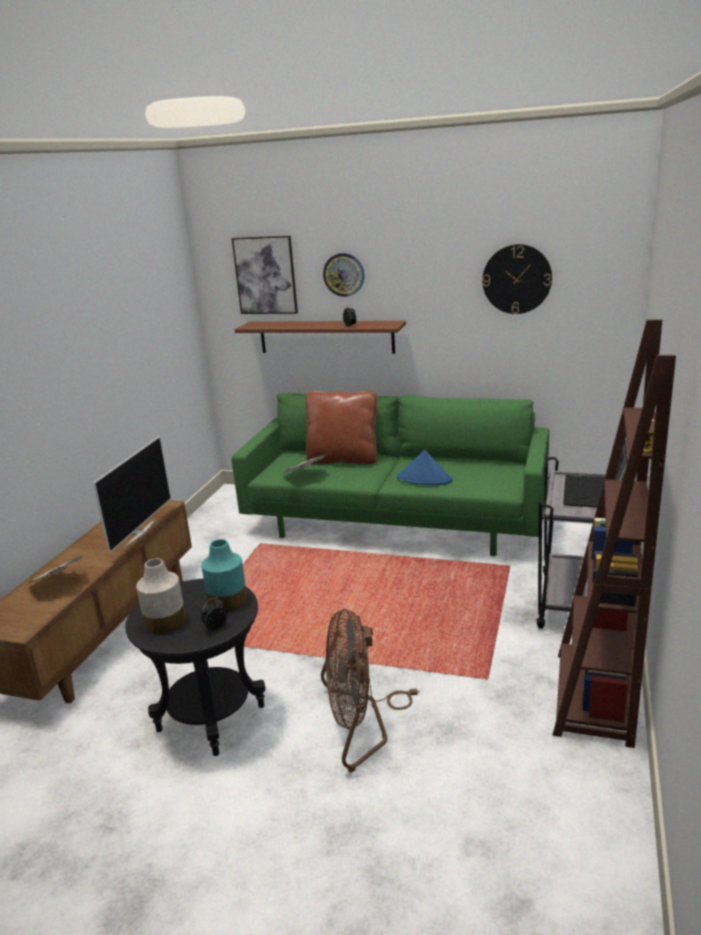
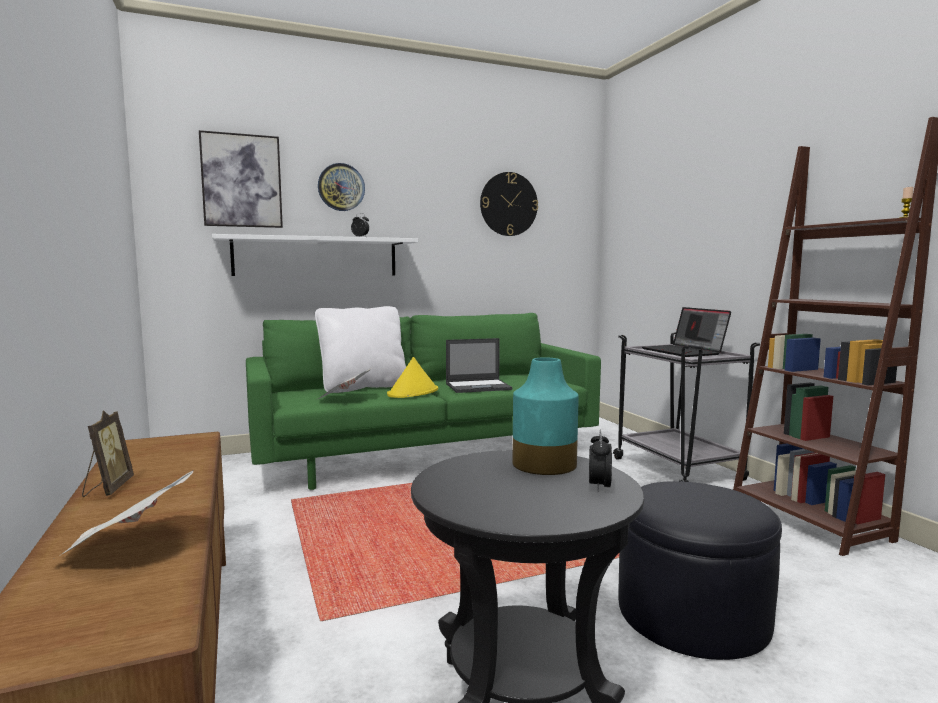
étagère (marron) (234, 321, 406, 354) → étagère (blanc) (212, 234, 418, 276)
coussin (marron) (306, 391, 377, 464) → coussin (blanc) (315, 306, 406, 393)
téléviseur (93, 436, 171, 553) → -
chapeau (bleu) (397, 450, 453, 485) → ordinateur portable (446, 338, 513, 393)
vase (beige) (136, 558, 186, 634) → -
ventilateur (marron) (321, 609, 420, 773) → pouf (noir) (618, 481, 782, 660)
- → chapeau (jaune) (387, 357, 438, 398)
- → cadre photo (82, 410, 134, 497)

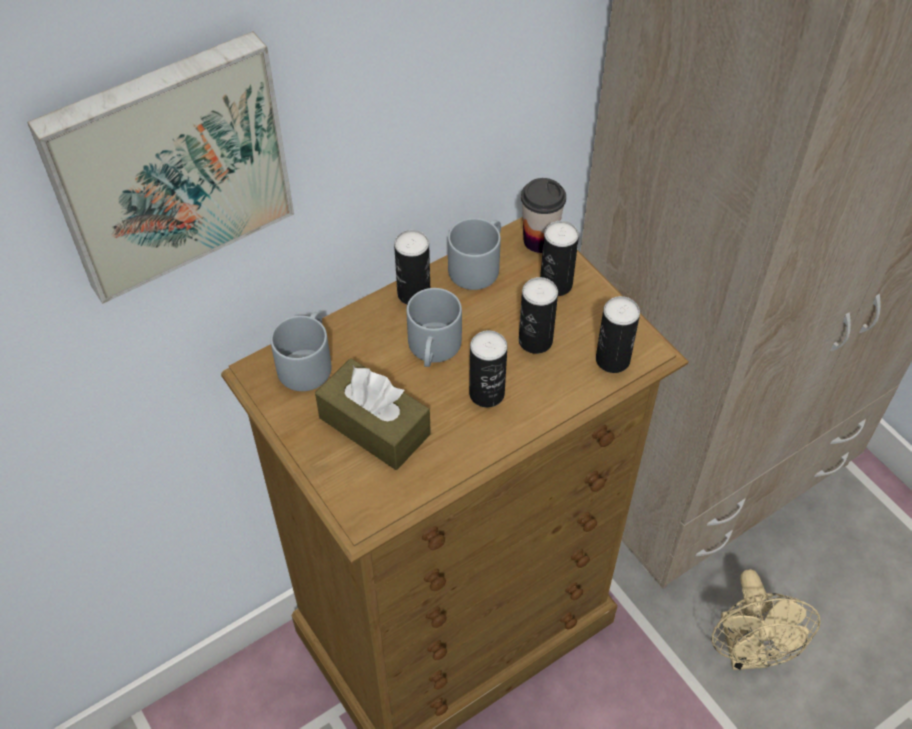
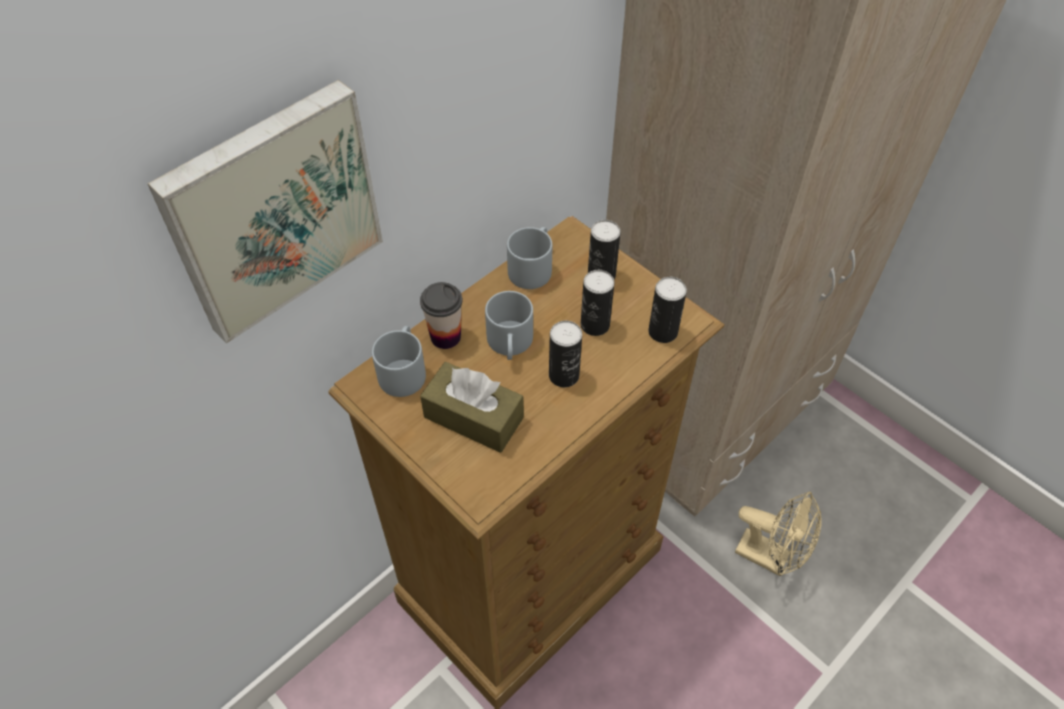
tasse (521, 178, 566, 253) → tasse (420, 282, 463, 349), moved
boîte métallique (394, 230, 430, 304) → -
ventilateur (beige) (711, 569, 821, 670) → ventilateur (beige) (735, 491, 821, 576), 45 degrees counterclockwise

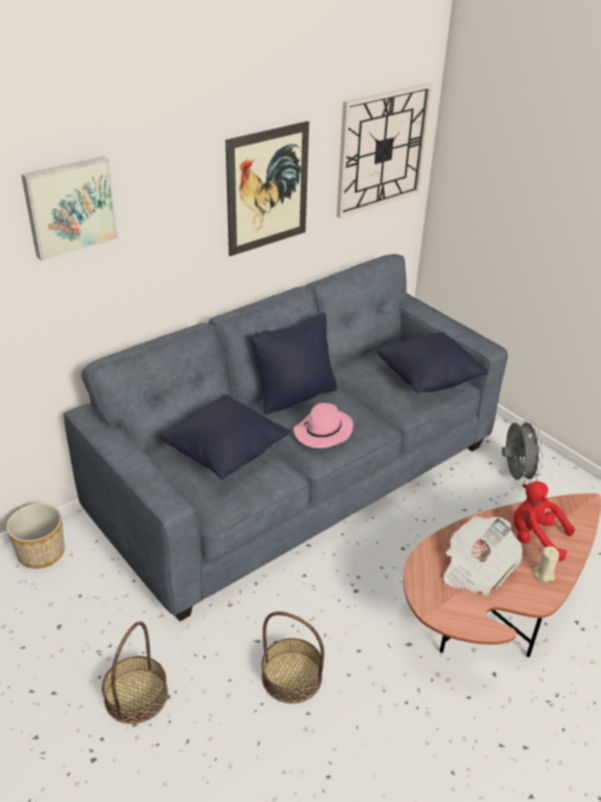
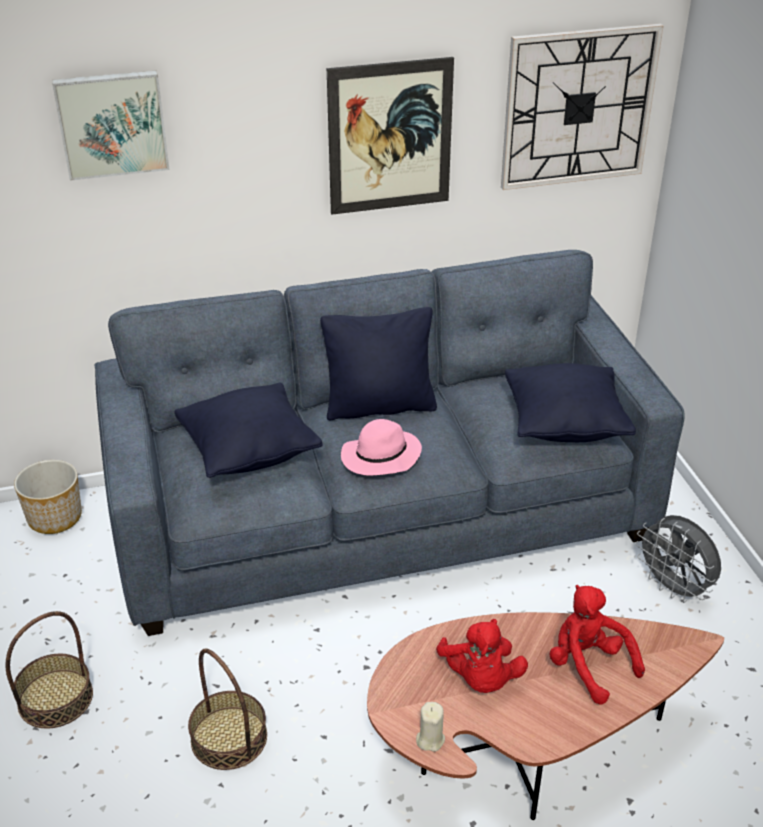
ventilateur (gris) (502, 419, 544, 483) → ventilateur (gris) (635, 515, 721, 603), 120 degrees clockwise
journal (444, 516, 523, 596) → peluche (rouge) (436, 619, 528, 693)
bougie (beige) (534, 546, 559, 582) → bougie (beige) (416, 702, 445, 752), moved

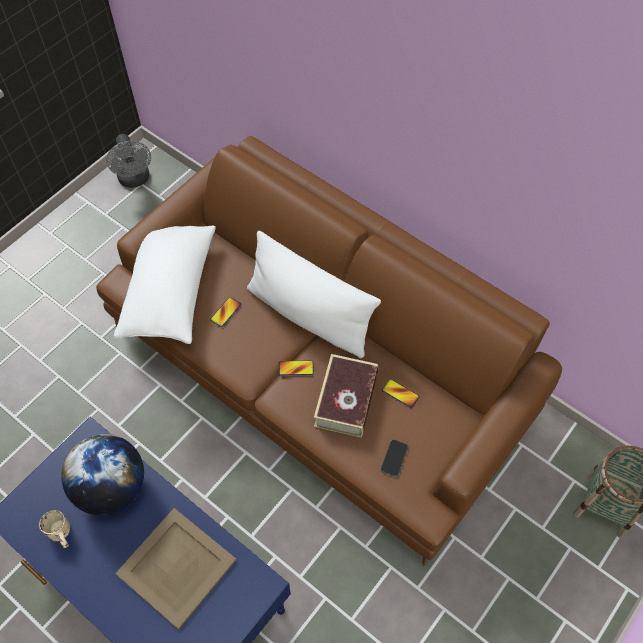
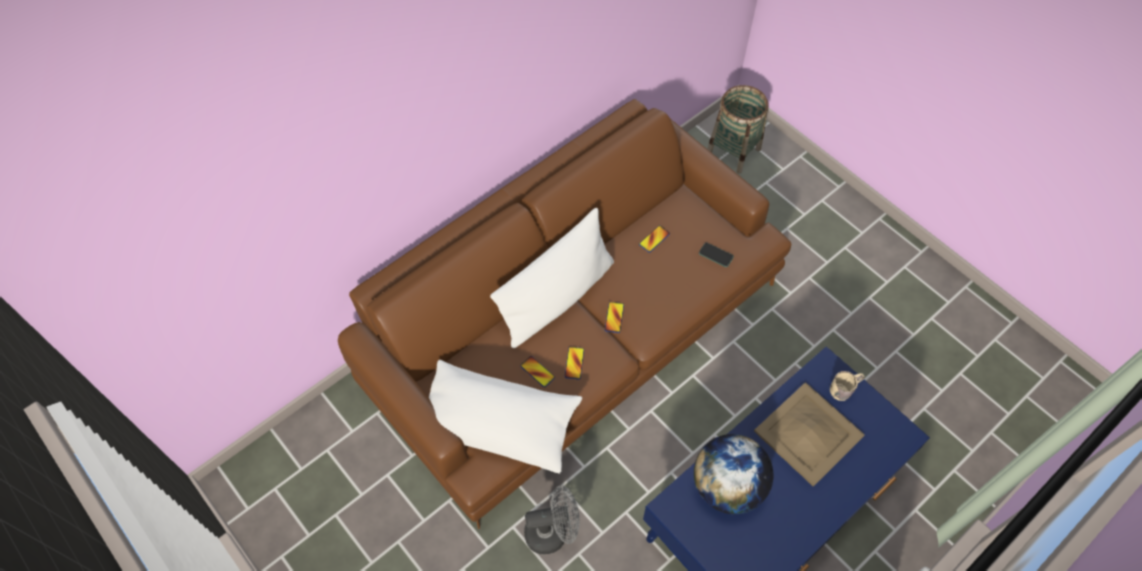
ventilateur (gris) (106, 134, 151, 188) → ventilateur (gris) (524, 485, 579, 554), moved
livre (314, 354, 378, 438) → -
mug (beige) (39, 510, 70, 548) → mug (beige) (830, 371, 865, 401), moved
- → téléphone (565, 347, 584, 379)

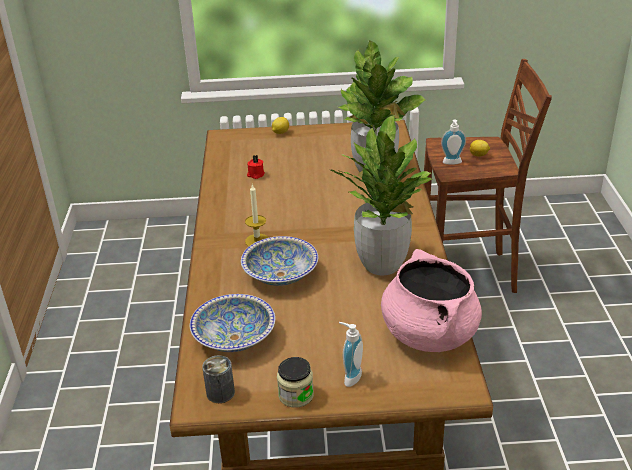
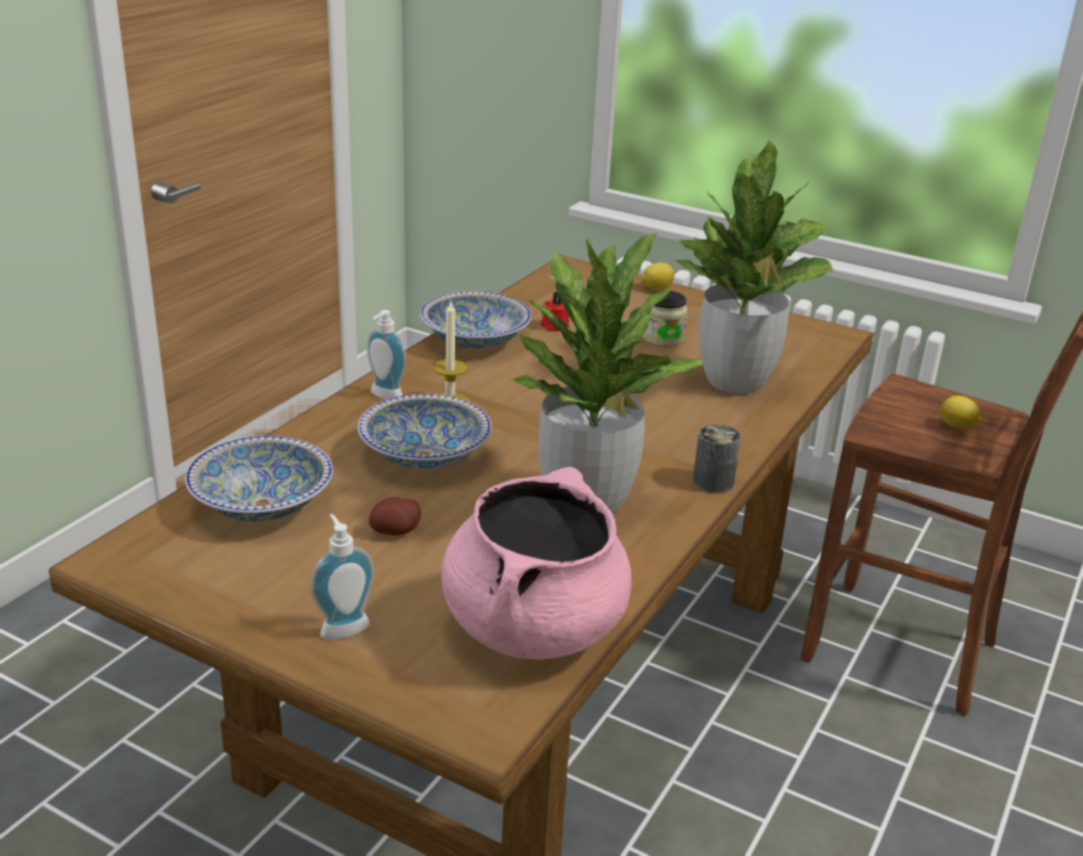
distributeur de savon (441, 120, 466, 165) → distributeur de savon (367, 310, 406, 400), moved
boîte métallique (202, 355, 235, 403) → boîte métallique (693, 424, 741, 493), moved
bocal (277, 357, 314, 408) → bocal (643, 290, 687, 346), moved
- → bol (420, 291, 531, 349)
- → pomme de terre (369, 497, 421, 536)

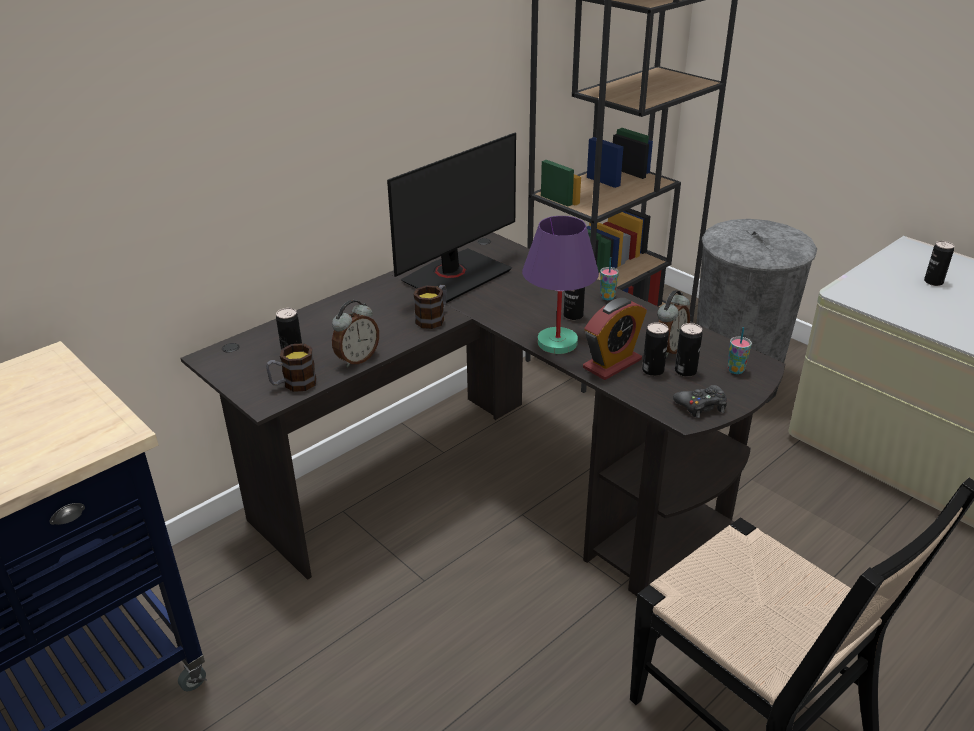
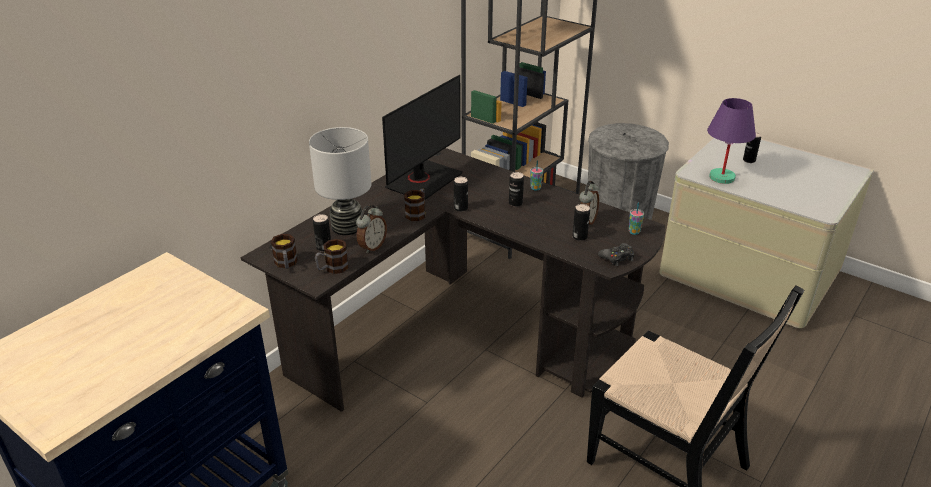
lampe de table (violet) (522, 216, 599, 354) → lampe de table (violet) (707, 98, 756, 184), moved
réveil (583, 298, 647, 380) → -
boîte métallique (675, 323, 703, 377) → boîte métallique (454, 177, 468, 212), moved
- → lampe de table (gris) (309, 127, 371, 235)
- → mug (271, 234, 298, 269)

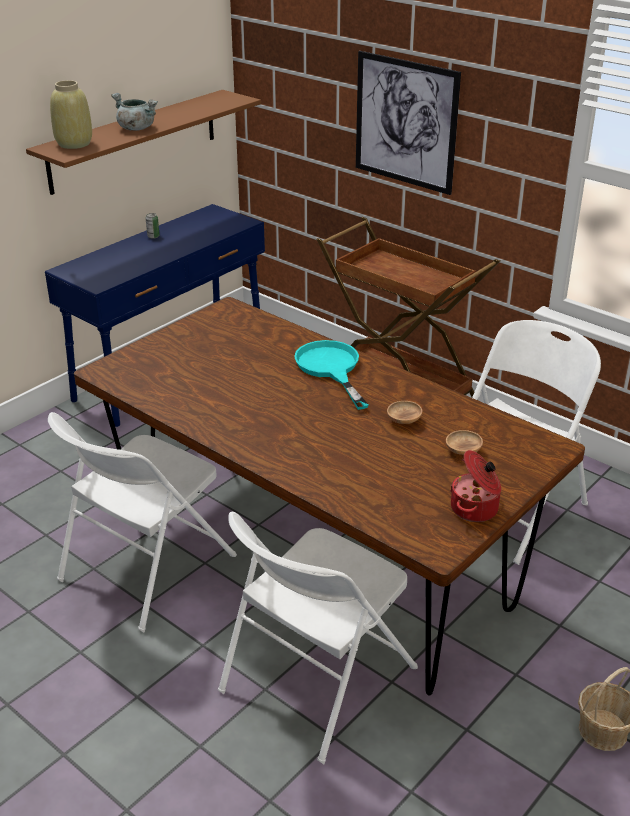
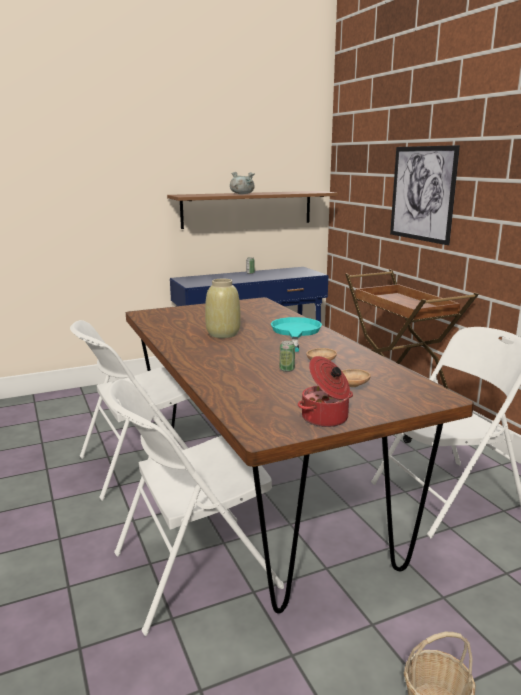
vase (beige) (50, 80, 92, 149) → vase (beige) (205, 279, 241, 338), moved
- → boîte métallique (280, 341, 295, 372)

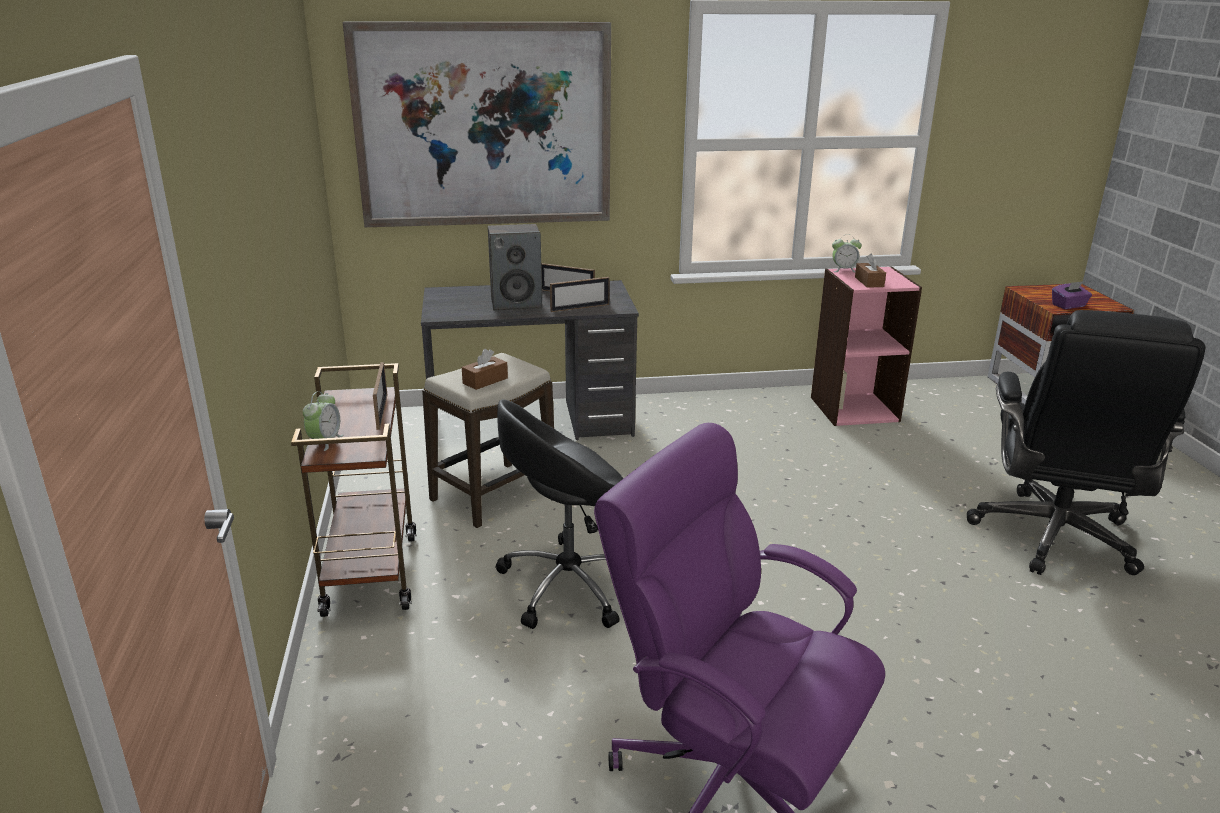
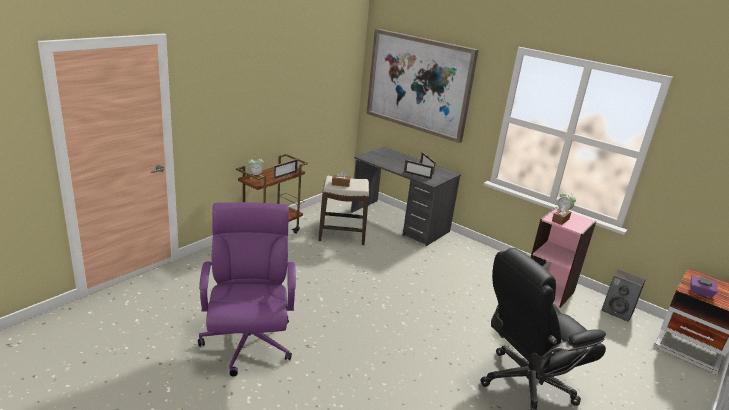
enceinte (488, 224, 542, 311) → enceinte (602, 269, 646, 322), moved
chaise de bureau (noir) (496, 399, 623, 629) → -

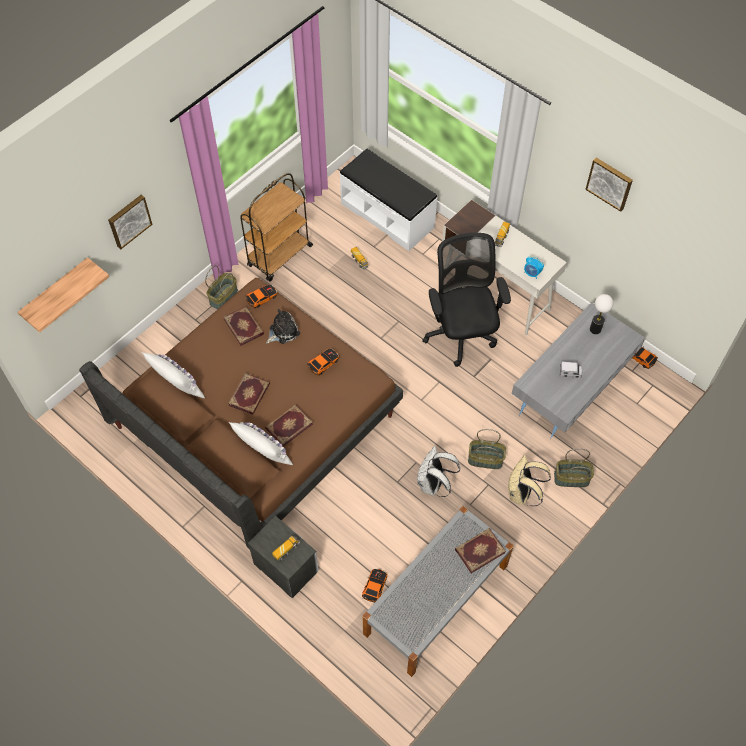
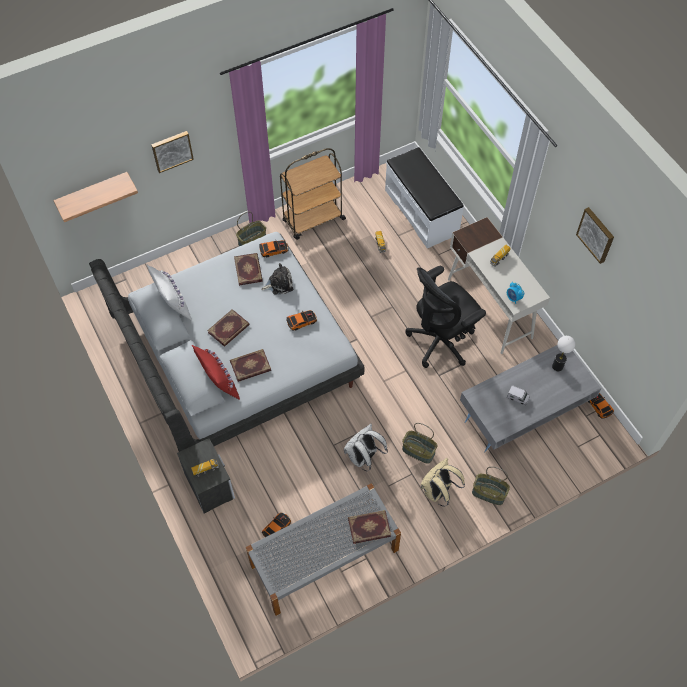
chaise de bureau (noir) (422, 232, 511, 367) → chaise de bureau (noir) (405, 266, 486, 368), 135 degrees counterclockwise
lit (marron) (79, 278, 403, 549) → lit (gris) (89, 232, 364, 452)
coussin (blanc) (229, 422, 293, 465) → coussin (rouge) (192, 345, 240, 400)

